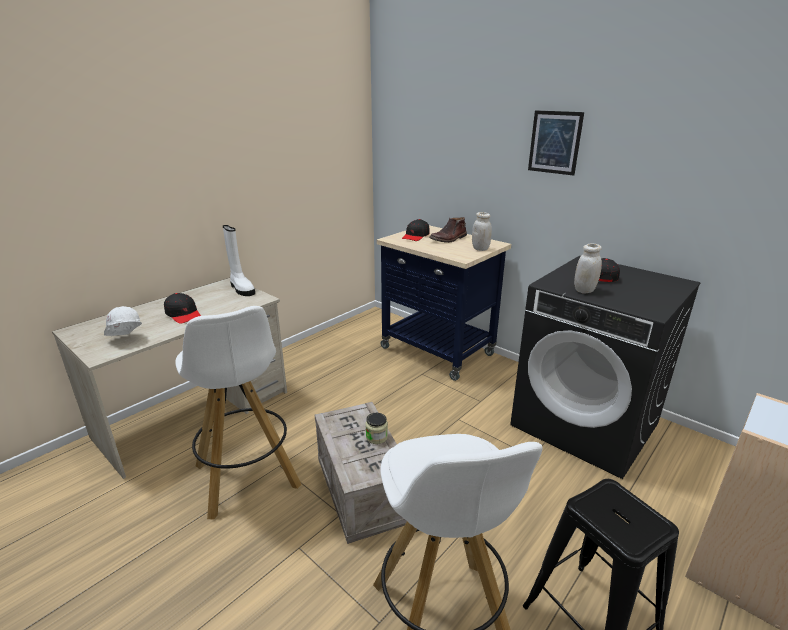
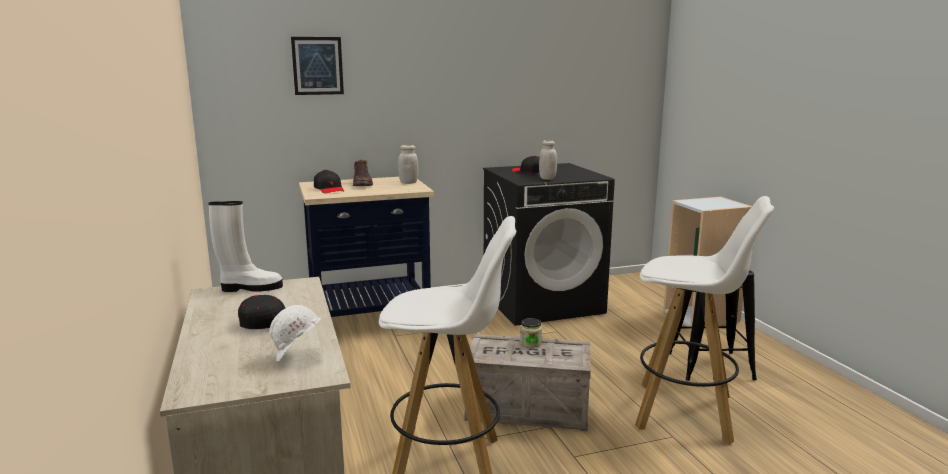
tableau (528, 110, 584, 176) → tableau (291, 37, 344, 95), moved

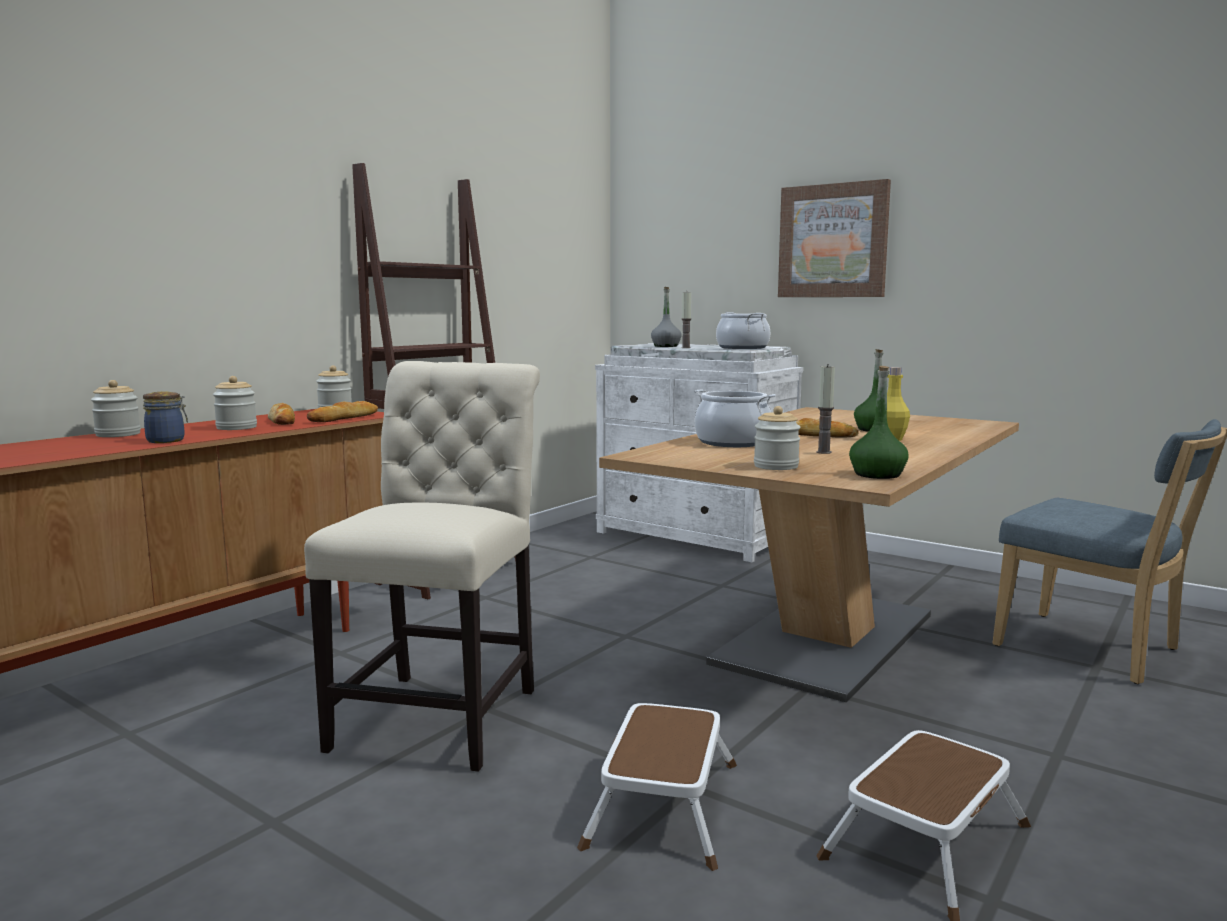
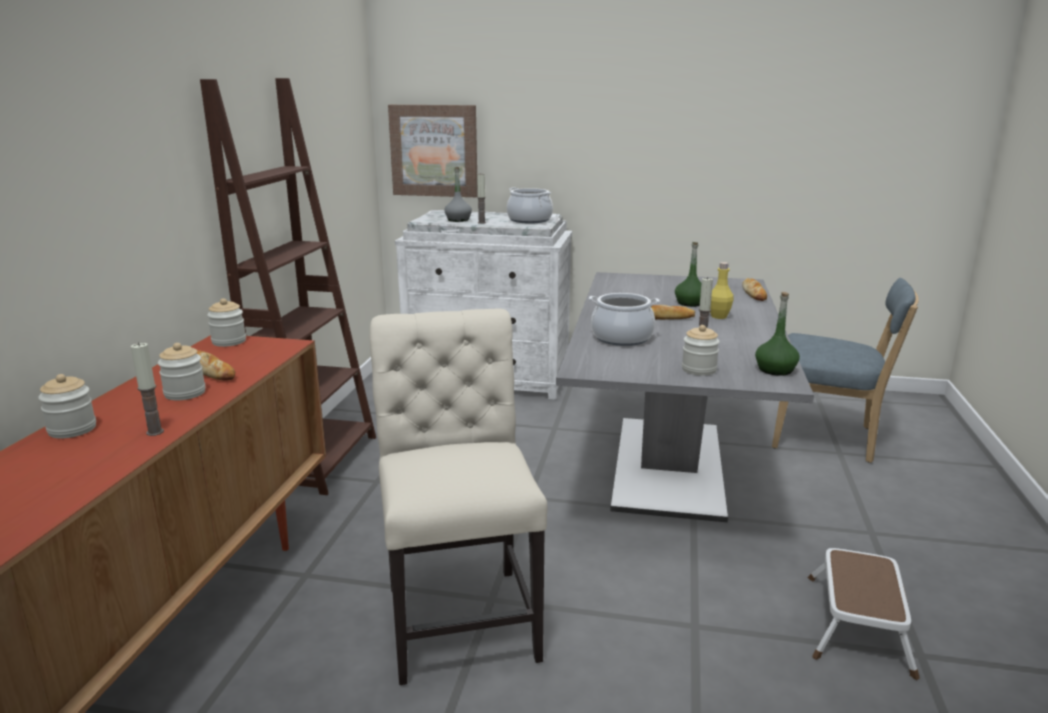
tableau (778, 179, 891, 297) → tableau (388, 105, 477, 197), moved
bocal (143, 392, 188, 443) → bougie (131, 342, 164, 436)
pain (307, 401, 378, 422) → pain (742, 278, 767, 301), moved
table à manger (marron) (599, 407, 1019, 702) → table à manger (gris) (556, 272, 814, 522)
escabeau (marron) (577, 703, 737, 871) → -

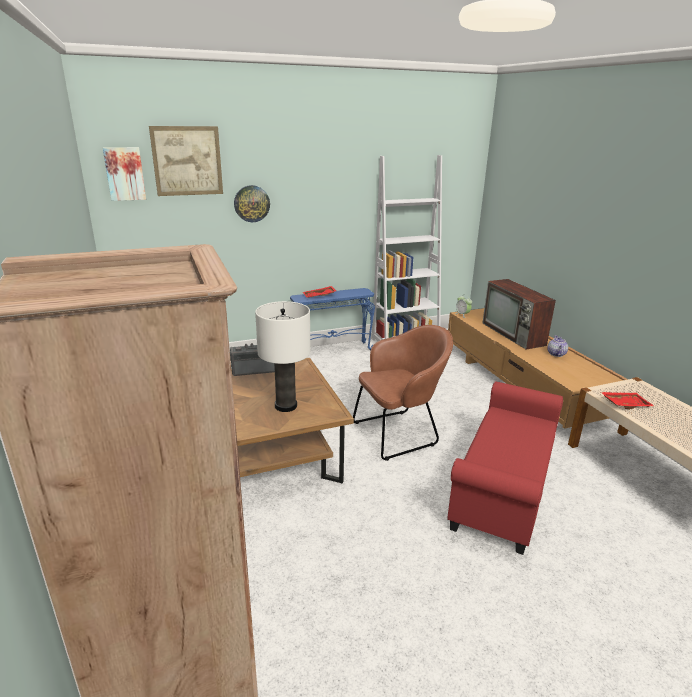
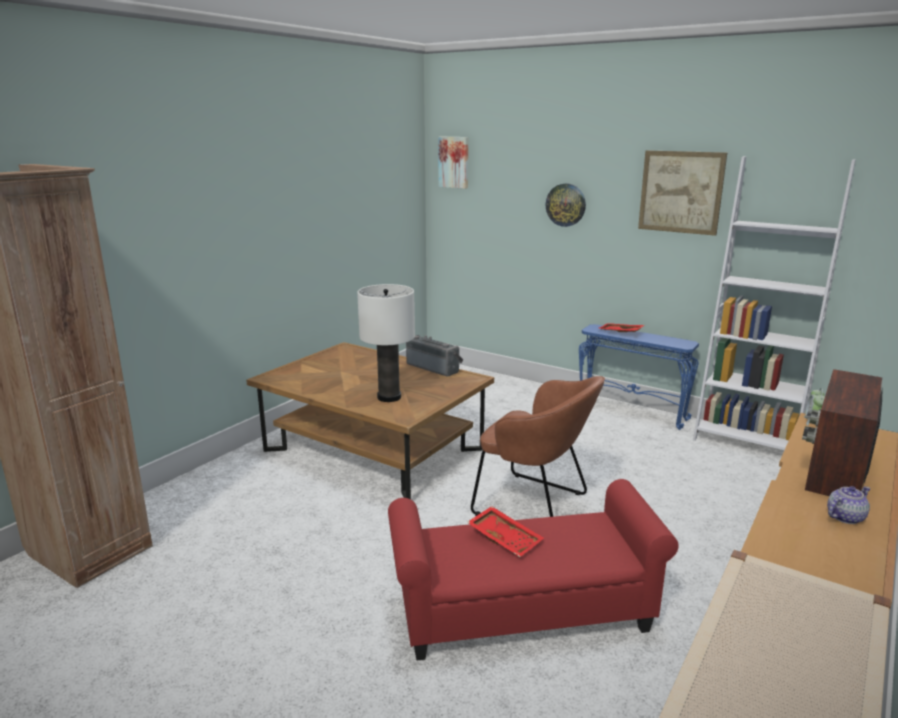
tableau (149, 126, 223, 196) → tableau (638, 150, 727, 236), moved
plateau (rouge) (601, 392, 654, 409) → plateau (rouge) (467, 506, 544, 557), moved

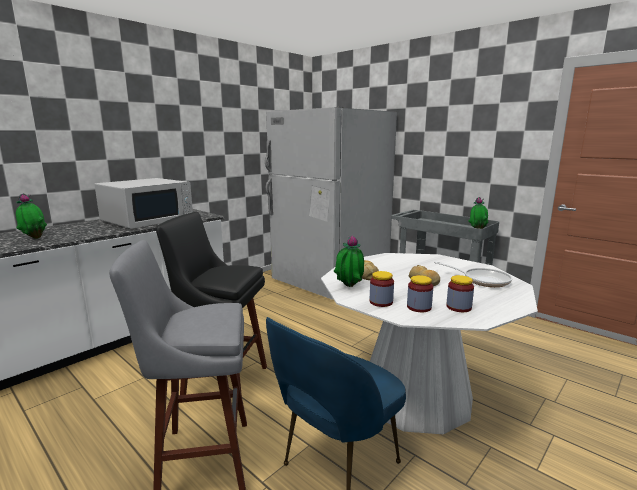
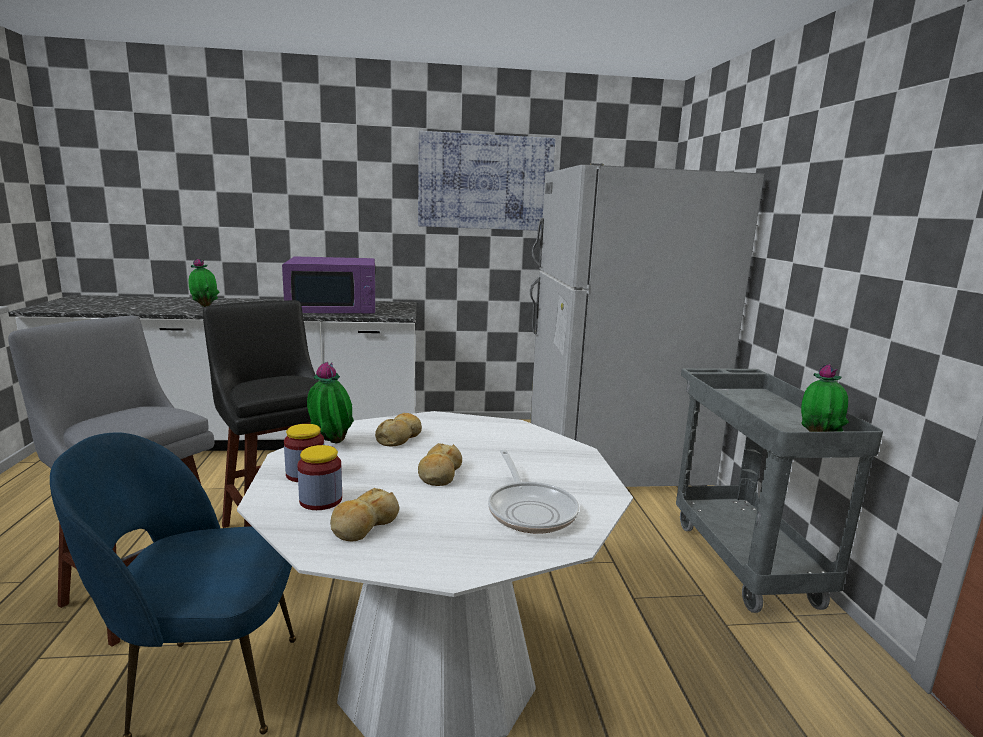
micro-ondes (blanc) (94, 178, 193, 229) → micro-ondes (violet) (282, 257, 375, 314)
bocal (446, 275, 474, 312) → pain (330, 488, 399, 541)
- → tableau (418, 131, 555, 231)

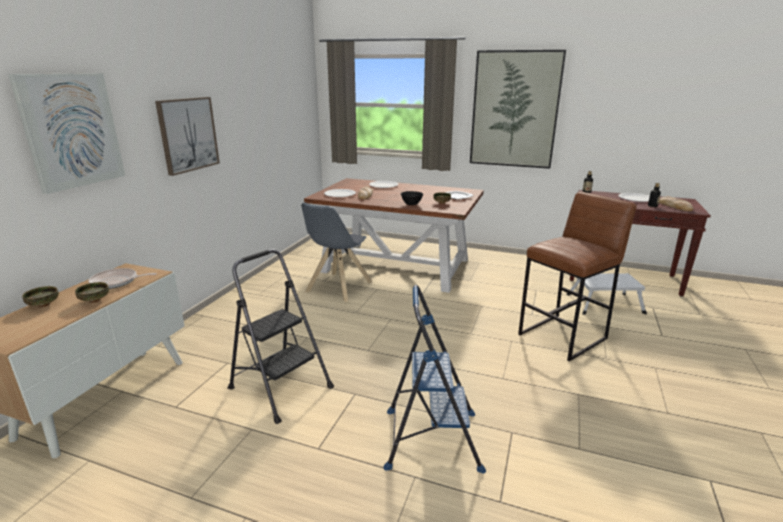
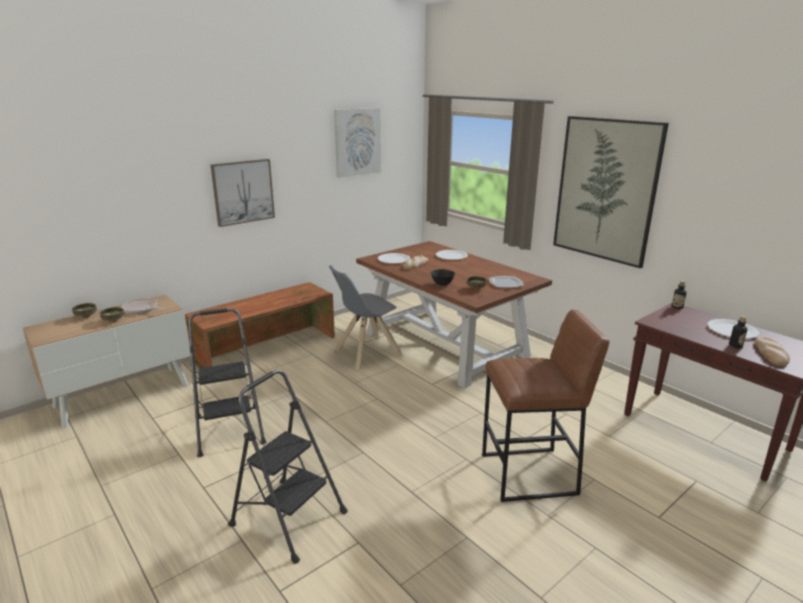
tableau (8, 73, 125, 194) → tableau (334, 108, 381, 178), moved
escabeau (blanc) (566, 273, 647, 315) → -
escabeau (bleu) (383, 285, 486, 473) → escabeau (noir) (228, 370, 348, 564)
- → banc (marron) (185, 282, 335, 368)

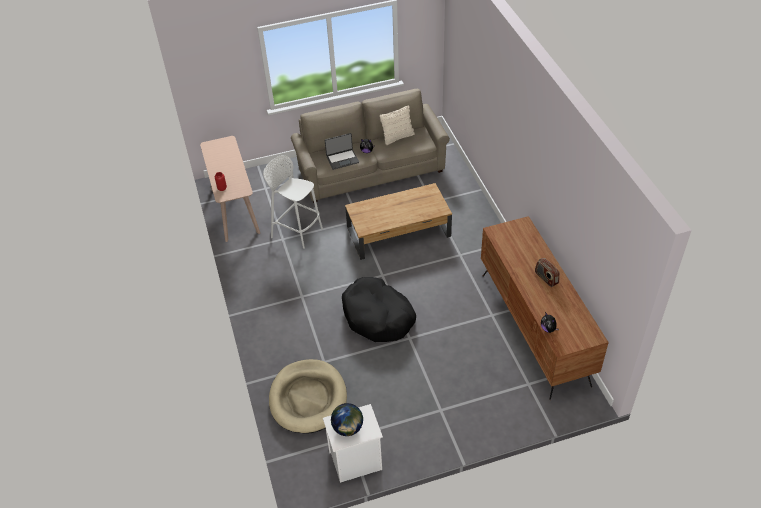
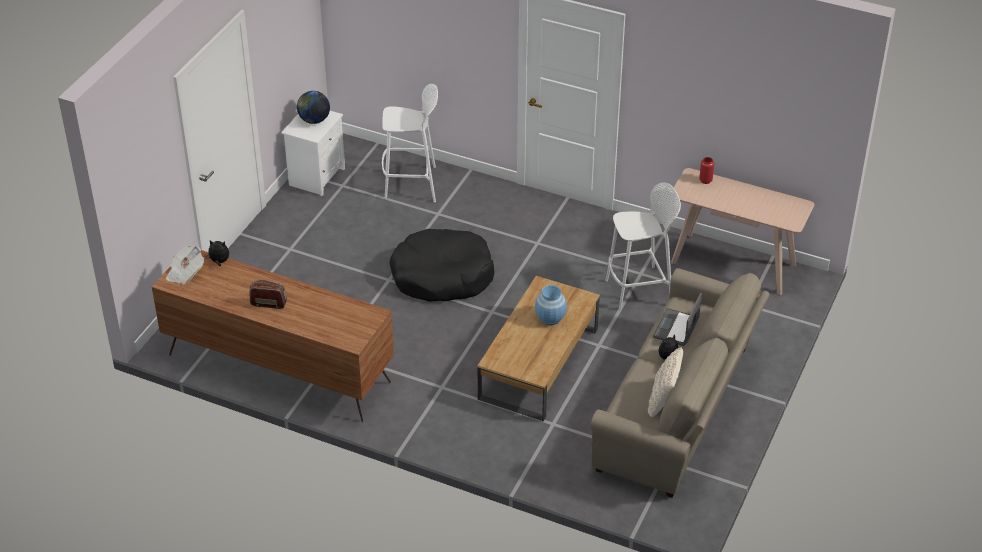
panier pour chien (beige) (269, 359, 347, 434) → tabouret (blanc) (382, 84, 438, 202)
- → journal (166, 246, 204, 285)
- → vase (bleu) (535, 285, 567, 325)

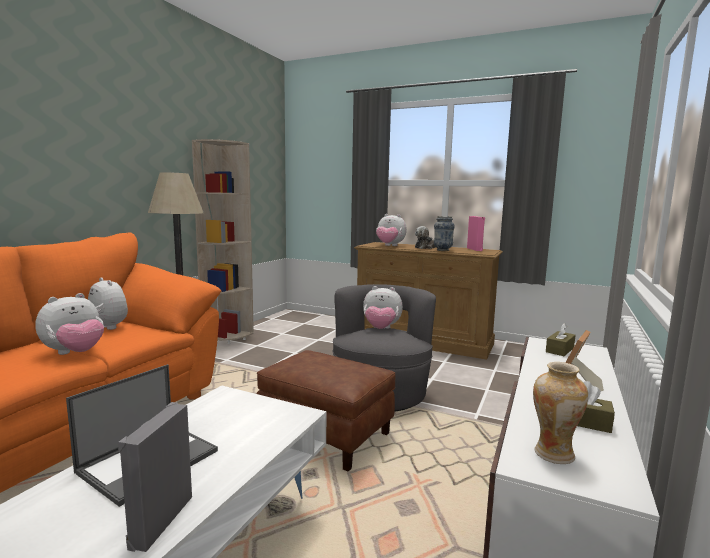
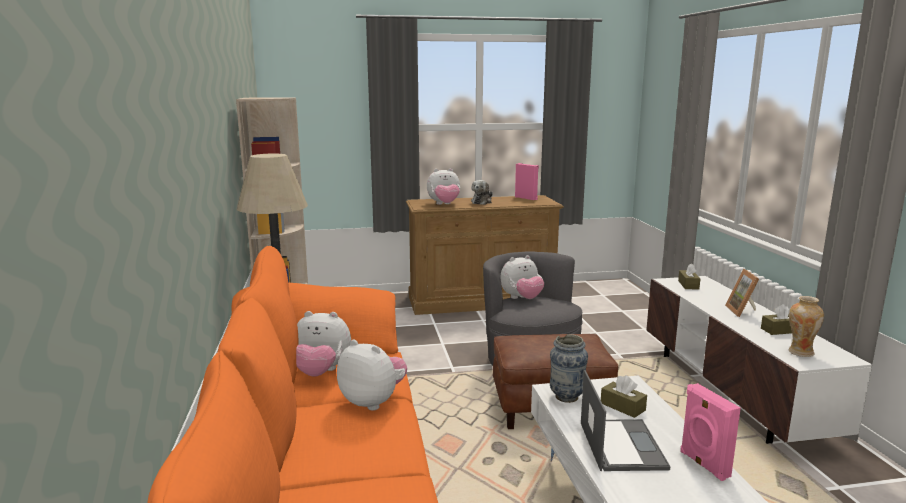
vase (434, 216, 455, 251) → vase (550, 334, 588, 403), moved
peluche (35, 293, 104, 355) → peluche (337, 340, 407, 410), 60 degrees counterclockwise
enceinte (gris) (118, 402, 192, 552) → enceinte (rose) (680, 383, 741, 481)
- → boîte à mouchoirs (marron) (601, 375, 647, 418)

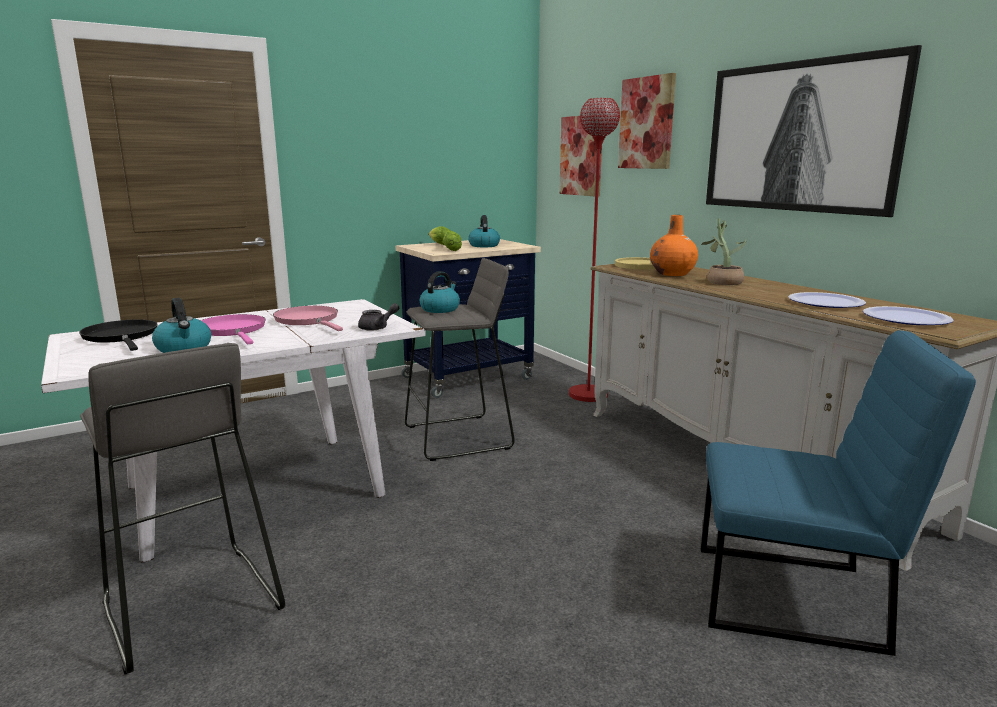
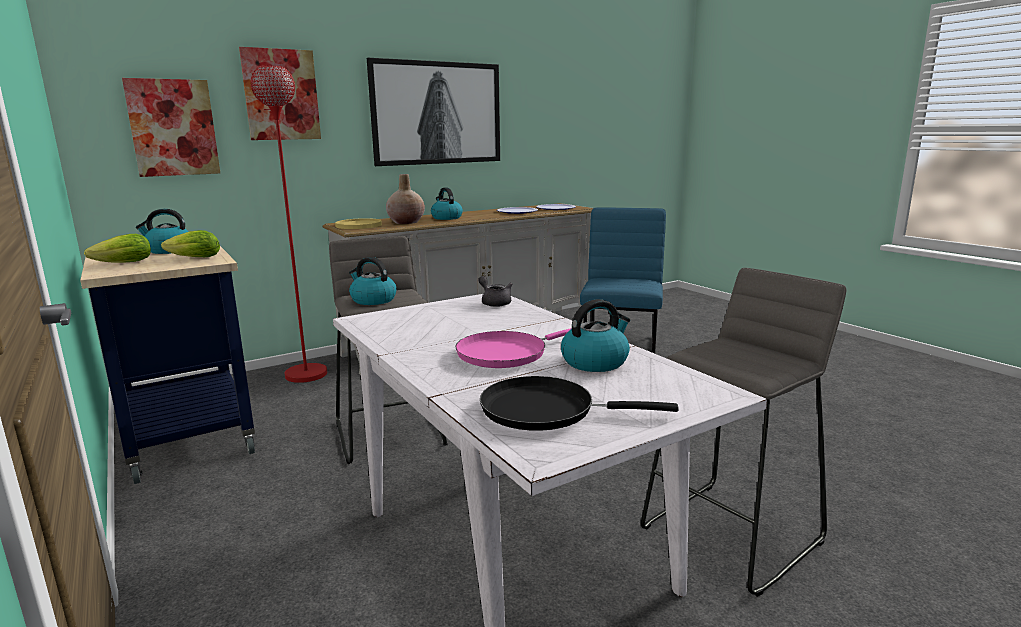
vase (orange) (650, 215, 698, 276) → vase (beige) (386, 174, 425, 224)
plante en pot (701, 218, 746, 285) → bouilloire (431, 187, 463, 220)
poêle (rose) (273, 306, 343, 331) → -
poêle (noir) (79, 320, 158, 351) → poêle (noir) (480, 376, 679, 431), 45 degrees clockwise

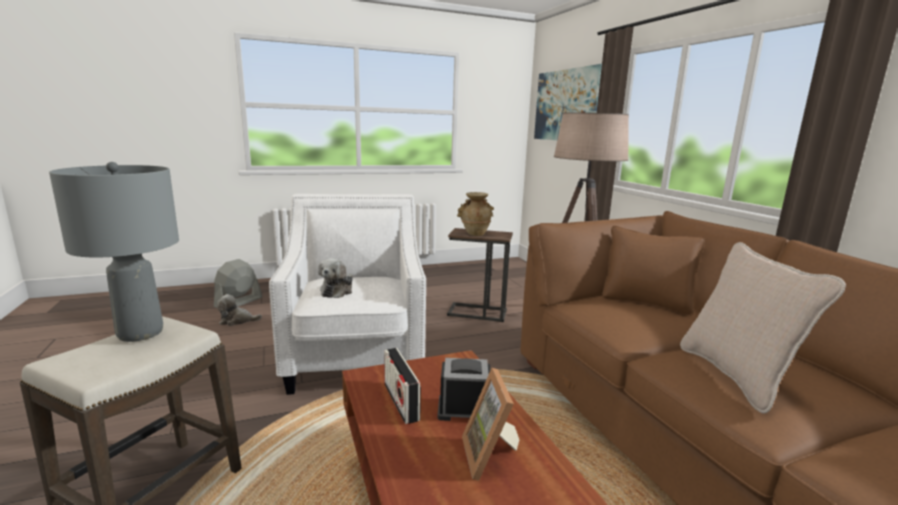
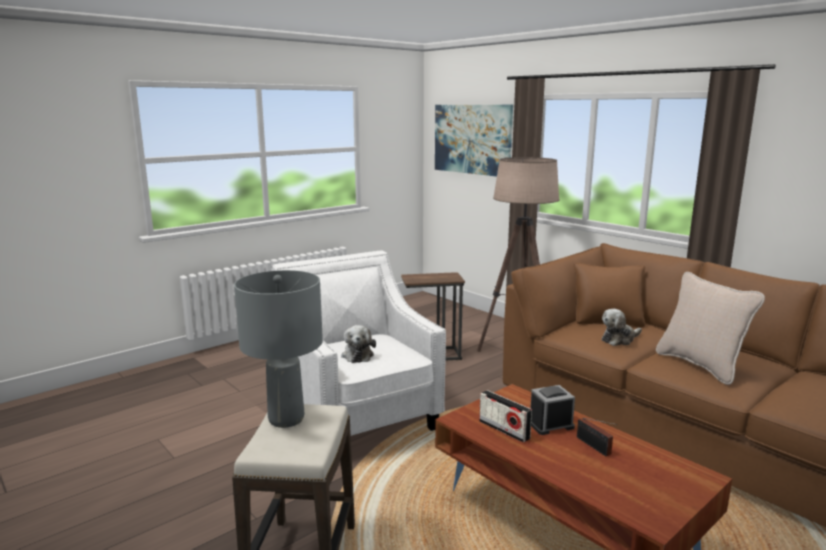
vase (beige) (457, 192, 494, 236) → -
ventilateur (gris) (214, 259, 262, 308) → -
peluche (216, 294, 262, 326) → peluche (602, 309, 642, 346), moved
cadre photo (462, 368, 519, 481) → radio (577, 418, 617, 456)

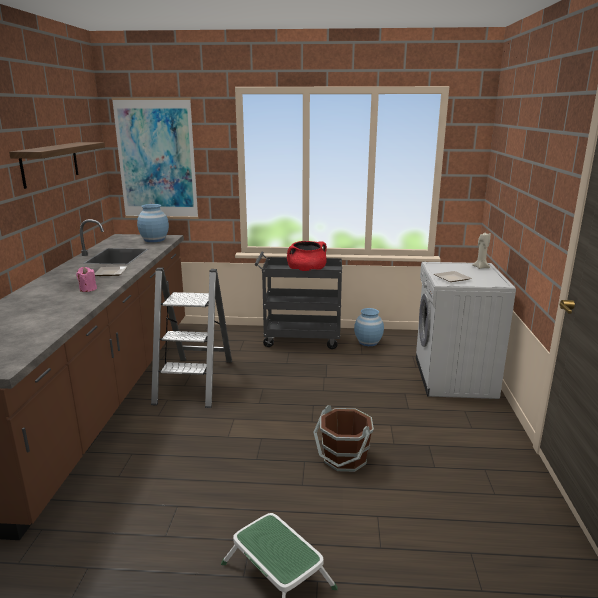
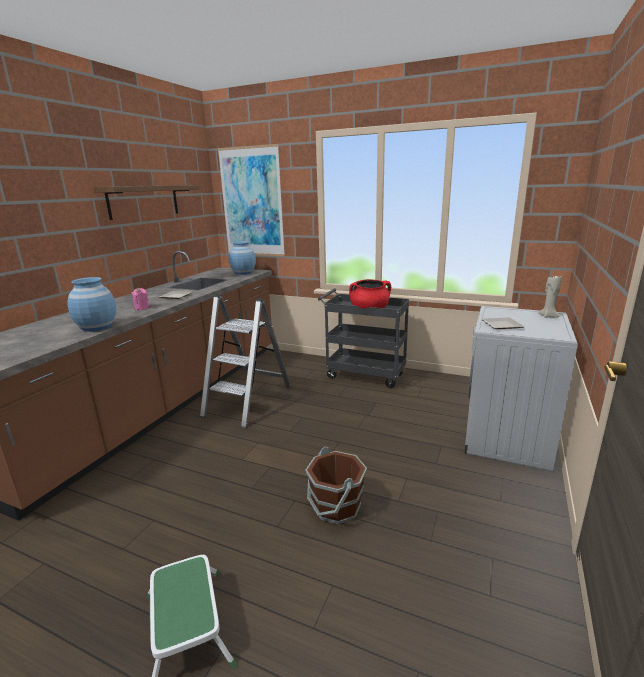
vase (bleu) (354, 308, 384, 346) → vase (bleu) (68, 277, 116, 332), moved

